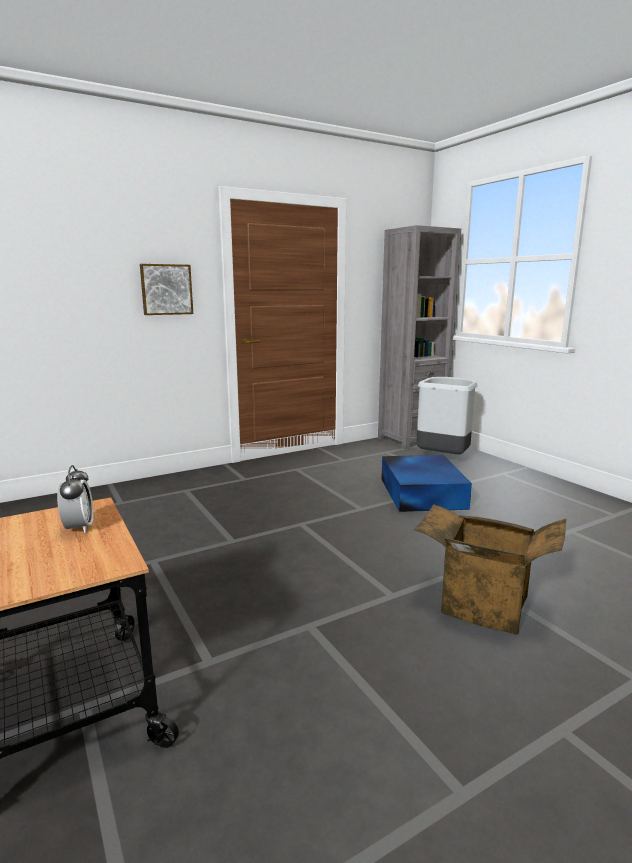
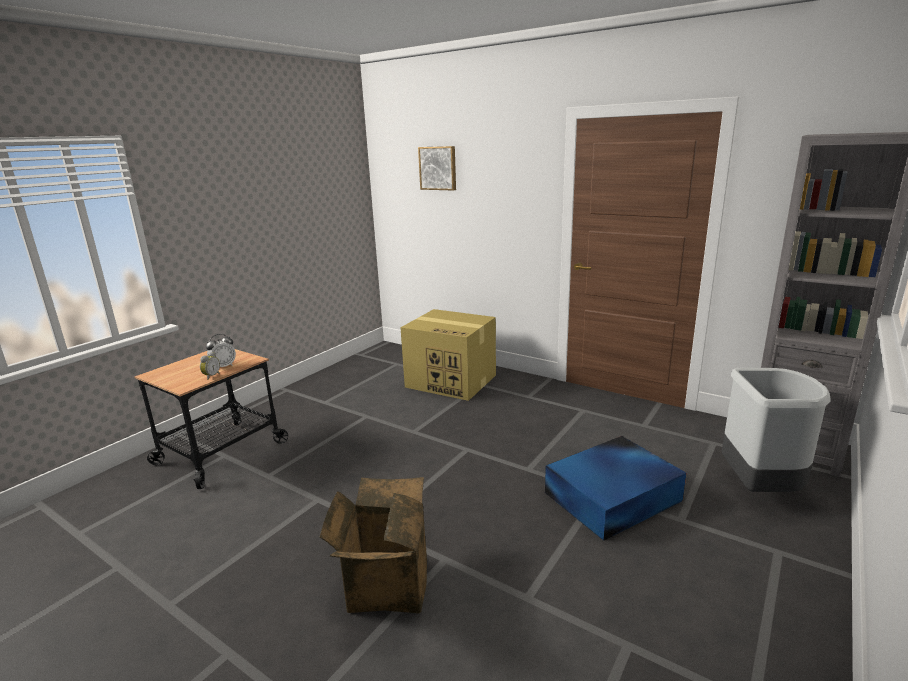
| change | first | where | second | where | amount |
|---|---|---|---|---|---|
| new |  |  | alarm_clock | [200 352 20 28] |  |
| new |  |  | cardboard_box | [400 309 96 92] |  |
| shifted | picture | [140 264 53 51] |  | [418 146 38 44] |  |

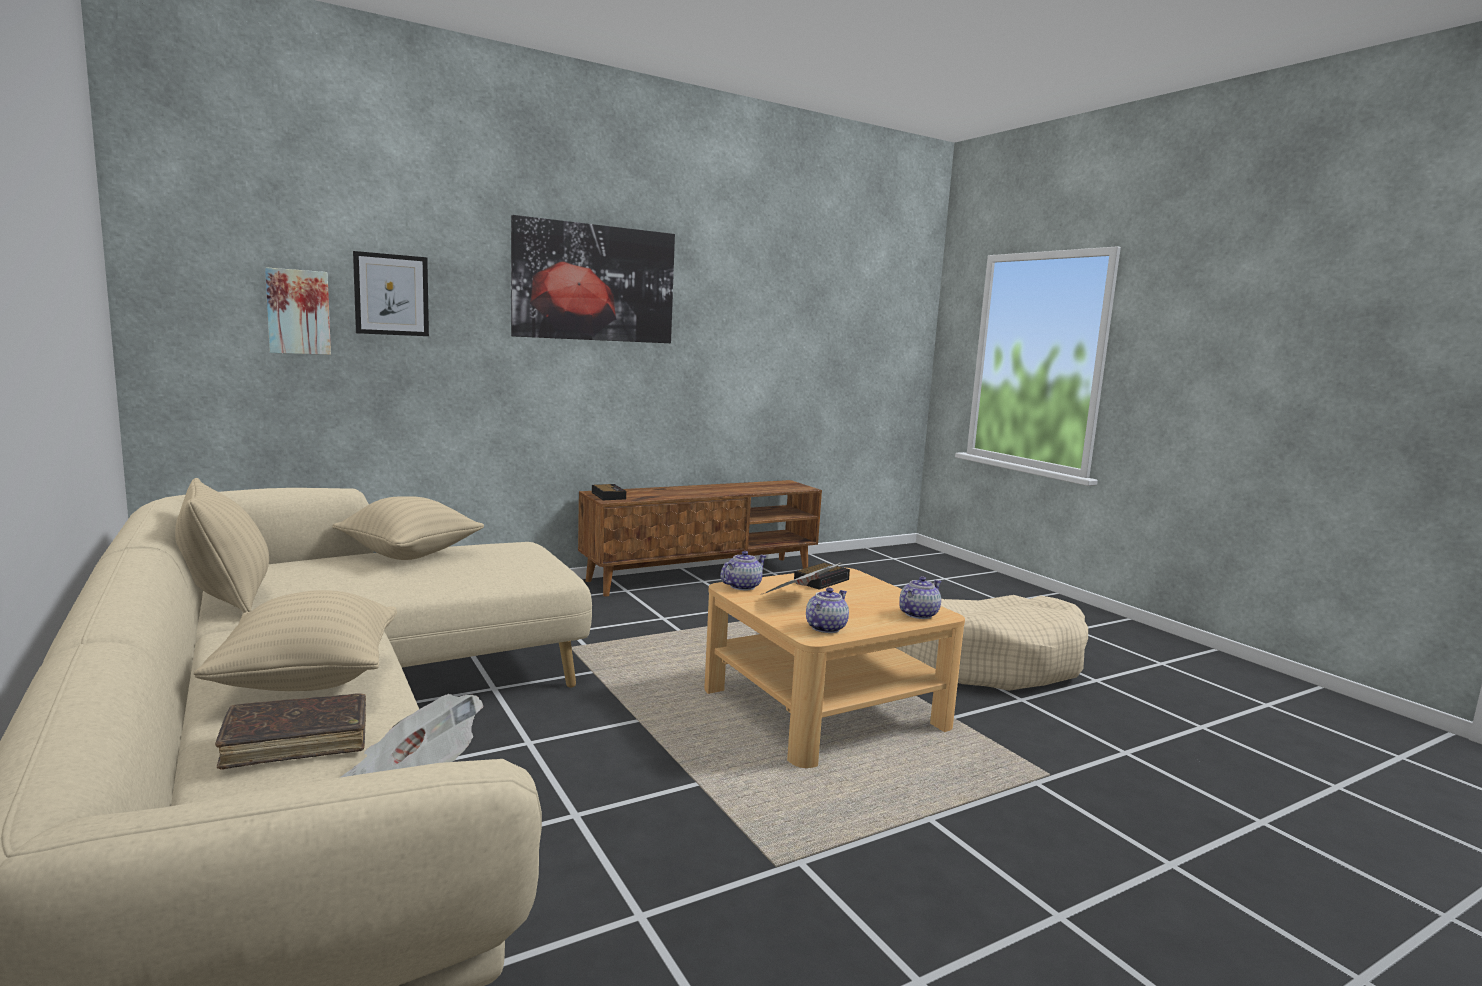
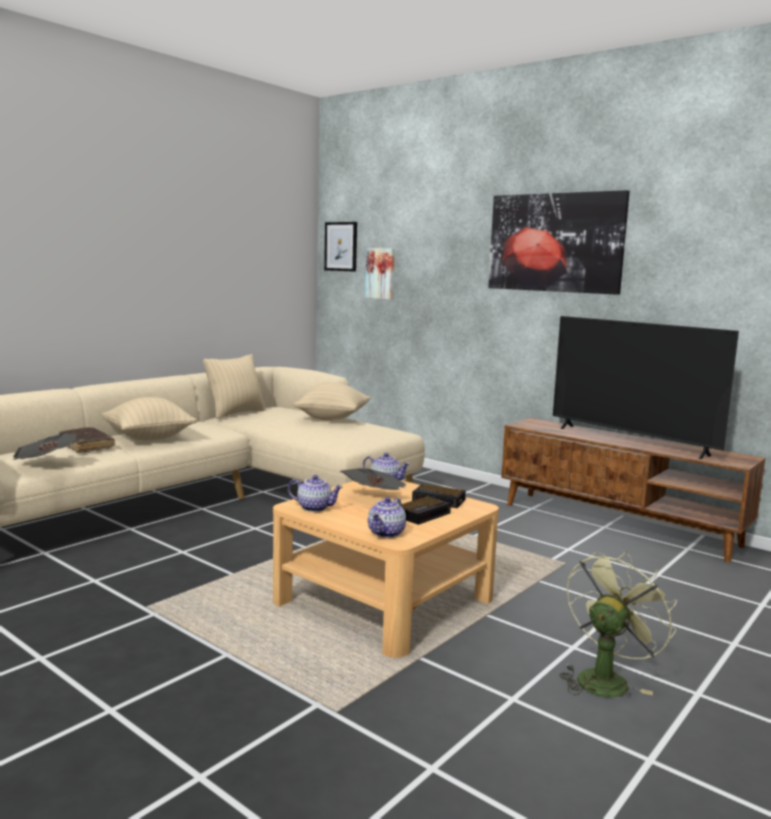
| change | first | where | second | where | amount |
|---|---|---|---|---|---|
| new |  |  | television | [553 316 186 143] |  |
| shifted | picture | [353 251 76 85] |  | [324 222 33 50] |  |
| shifted | alarm_clock | [592 484 34 16] |  | [402 496 49 29] |  |
| swapped | beige_dog_bed | [897 595 191 96] | green_fan | [559 551 118 147] |  |
| rotated | teapot | [899 576 42 43] |  | [368 497 38 41] | 90 degrees clockwise |

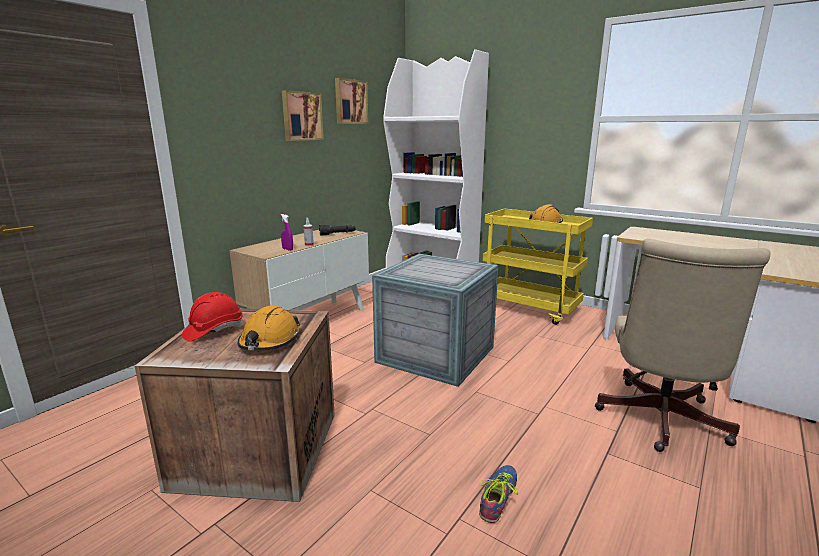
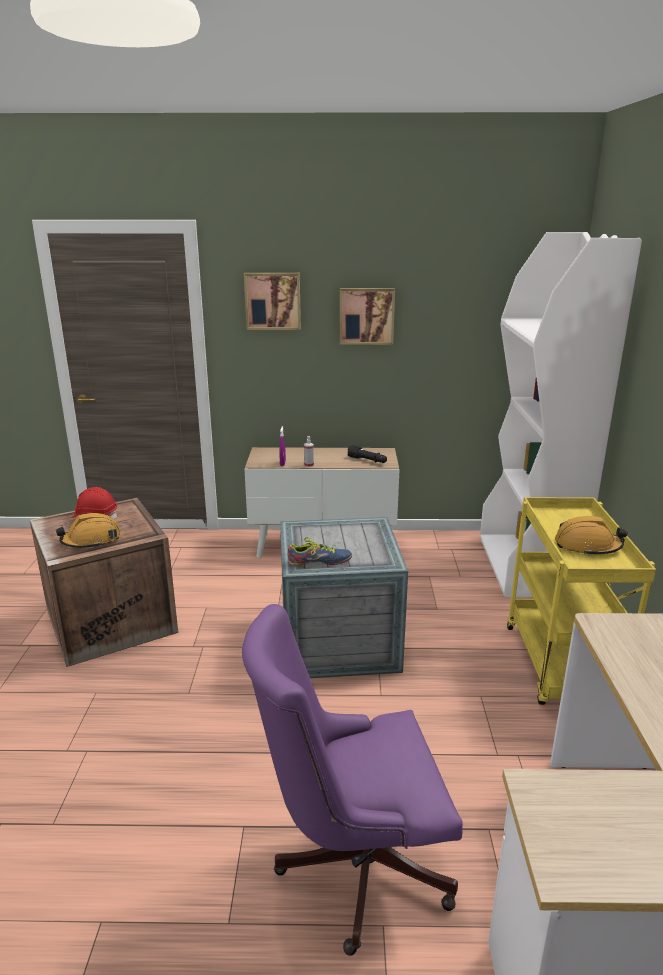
| change | first | where | second | where | amount |
|---|---|---|---|---|---|
| shifted | picture | [335 78 33 46] |  | [244 273 57 57] |  |
| shifted | shoe | [479 465 39 58] |  | [288 537 64 29] |  |
| repainted | beige_office_chair | [595 239 175 213] | purple_office_chair | [242 604 221 352] |  |

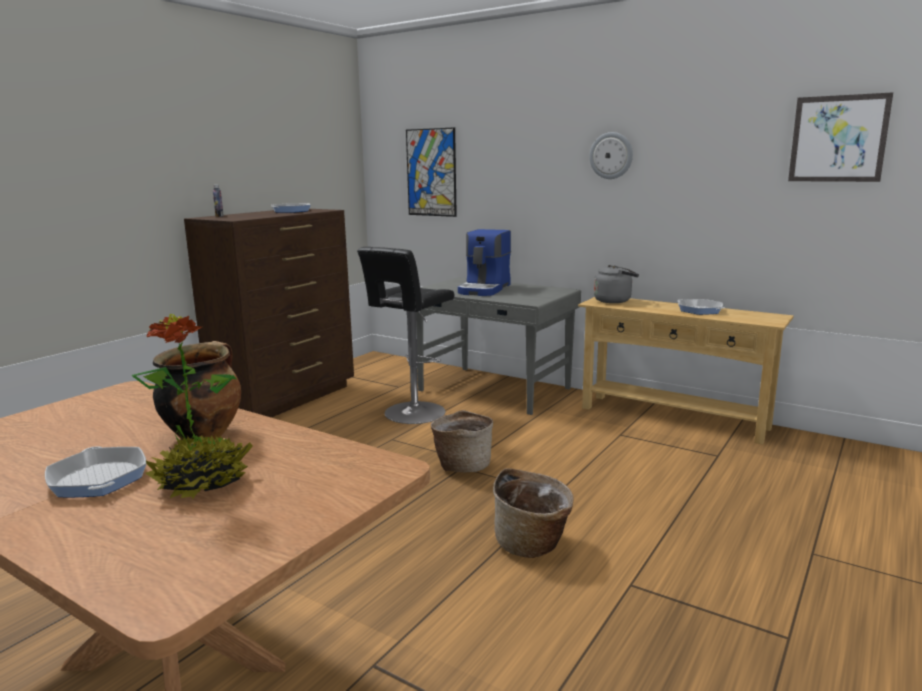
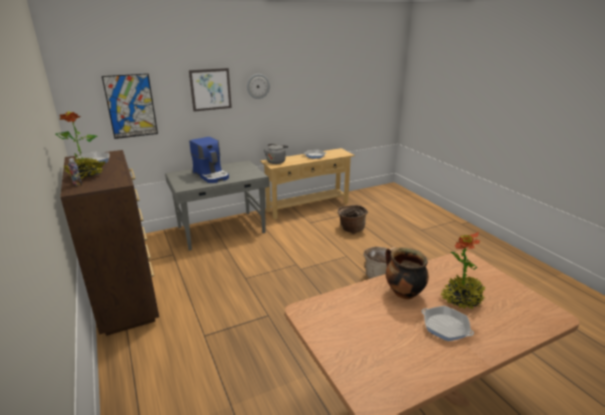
| change | first | where | second | where | amount |
|---|---|---|---|---|---|
| gone | black_stool | [357 247 98 177] |  |  |  |
| new |  |  | potted_plant | [56 111 50 69] |  |
| shifted | basket | [430 410 63 62] |  | [338 205 30 29] |  |
| shifted | picture | [788 92 105 90] |  | [189 68 43 44] |  |
| rotated | frying_pan | [45 446 101 52] |  | [422 306 52 35] | 135 degrees counterclockwise |

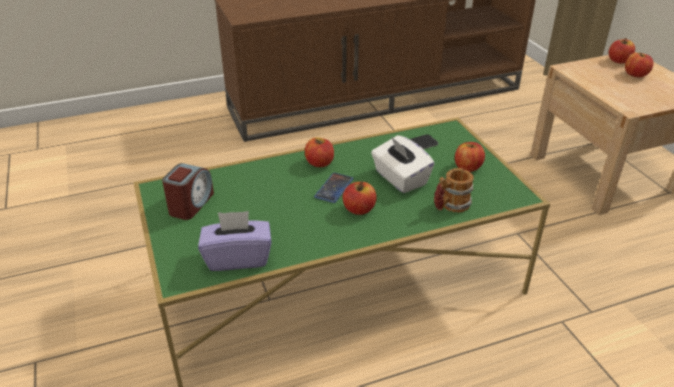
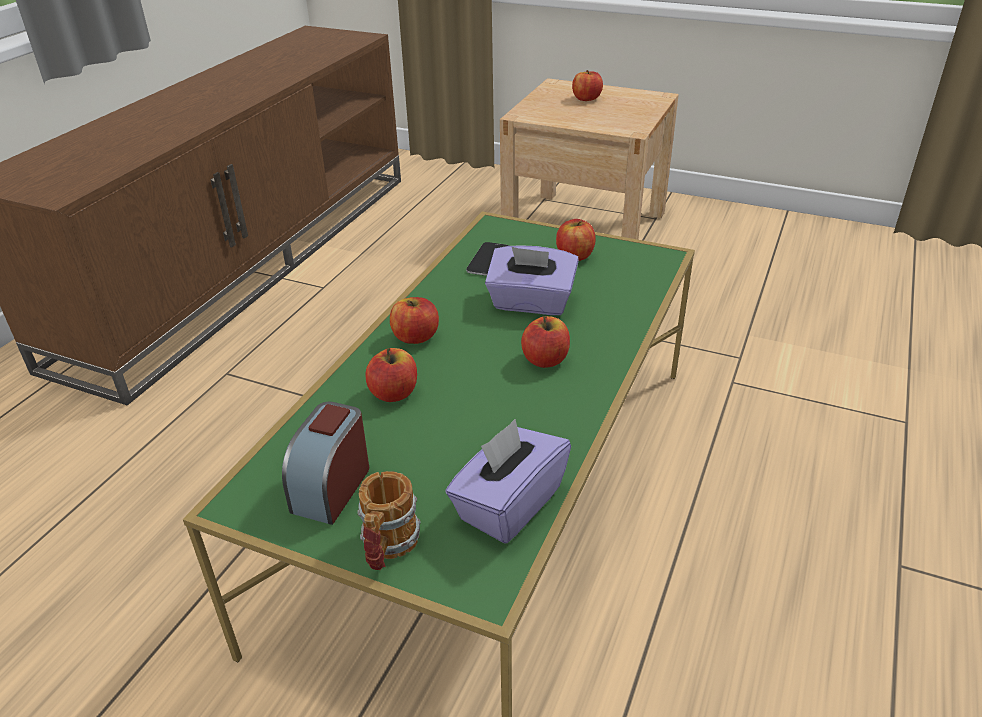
| change | first | where | second | where | amount |
|---|---|---|---|---|---|
| gone | phone | [314 172 40 31] |  |  |  |
| shifted | mug | [434 168 40 45] |  | [357 471 64 99] |  |
| shifted | apple | [609 38 26 25] |  | [365 348 52 54] |  |
| repainted | white_tissue_box | [371 135 64 58] | purple_tissue_box | [485 245 94 70] |  |
| rotated | alarm_clock | [162 163 52 57] |  | [282 402 87 123] | 135 degrees counterclockwise |

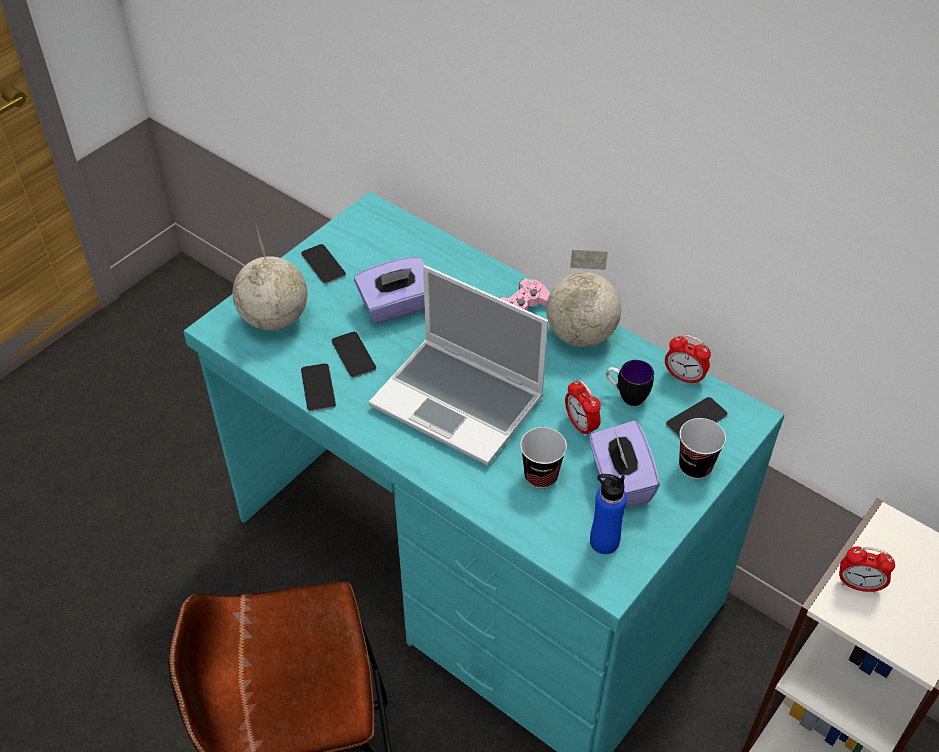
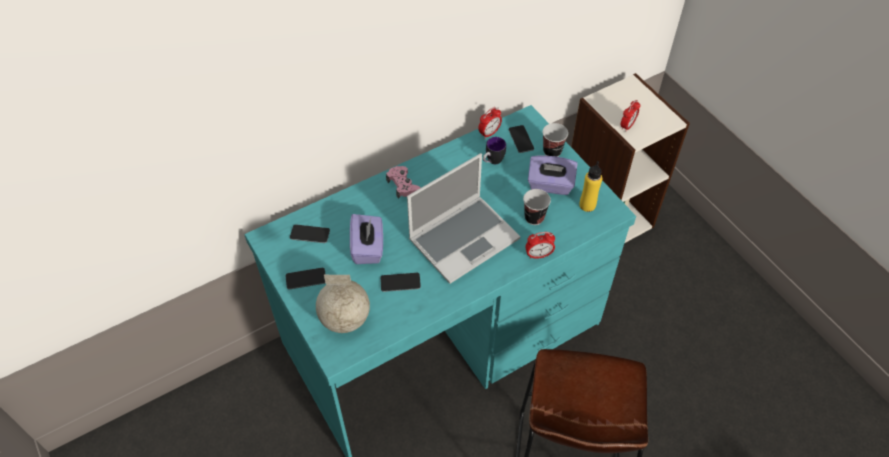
| change | first | where | second | where | amount |
|---|---|---|---|---|---|
| gone | globe | [546 250 75 97] |  |  |  |
| shifted | phone | [301 363 35 49] |  | [290 225 40 18] |  |
| shifted | alarm_clock | [565 379 36 58] |  | [525 232 30 27] |  |
| repainted | blue_bottle | [590 474 37 80] | yellow_bottle | [579 161 23 51] |  |

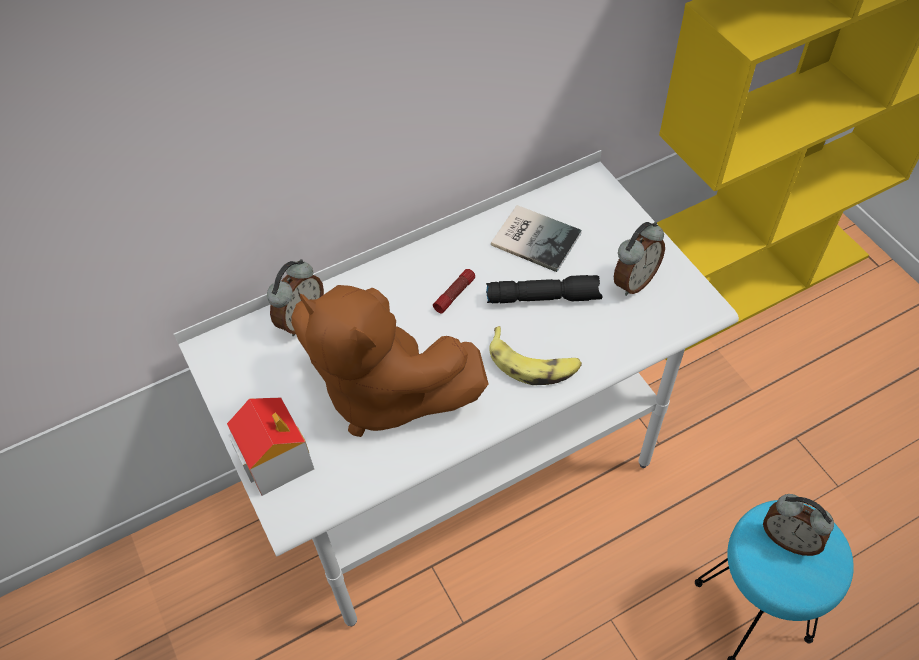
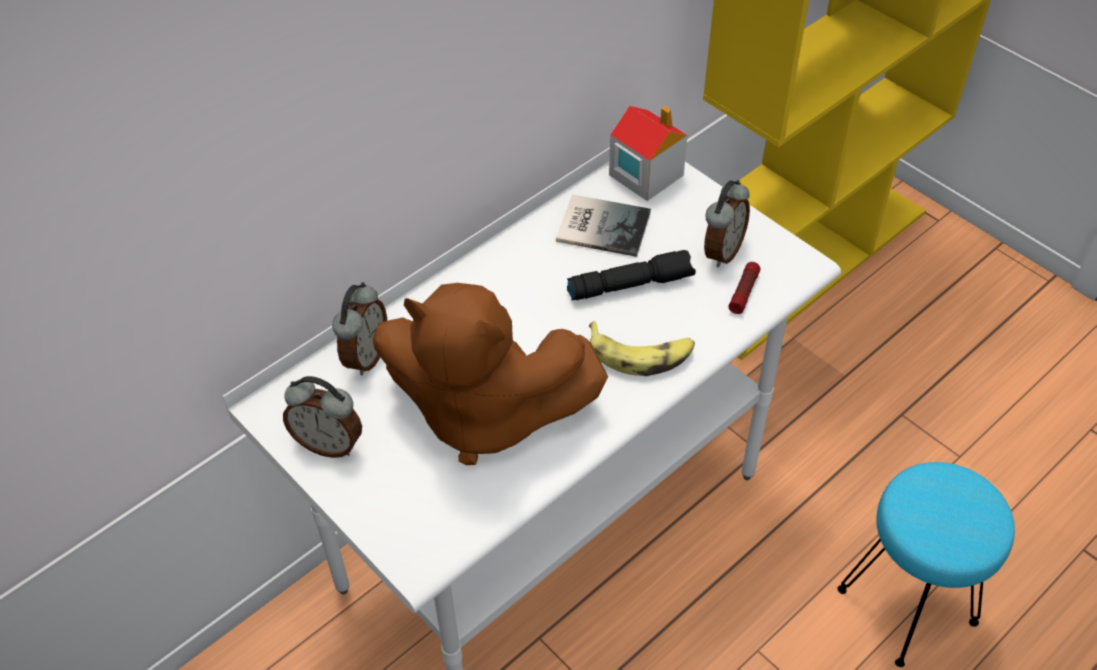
| change | first | where | second | where | amount |
|---|---|---|---|---|---|
| shifted | toy_house | [227 398 87 98] |  | [609 106 79 95] |  |
| shifted | flashlight | [433 269 42 45] |  | [729 262 32 52] |  |
| shifted | alarm_clock | [763 494 71 62] |  | [283 376 79 82] |  |

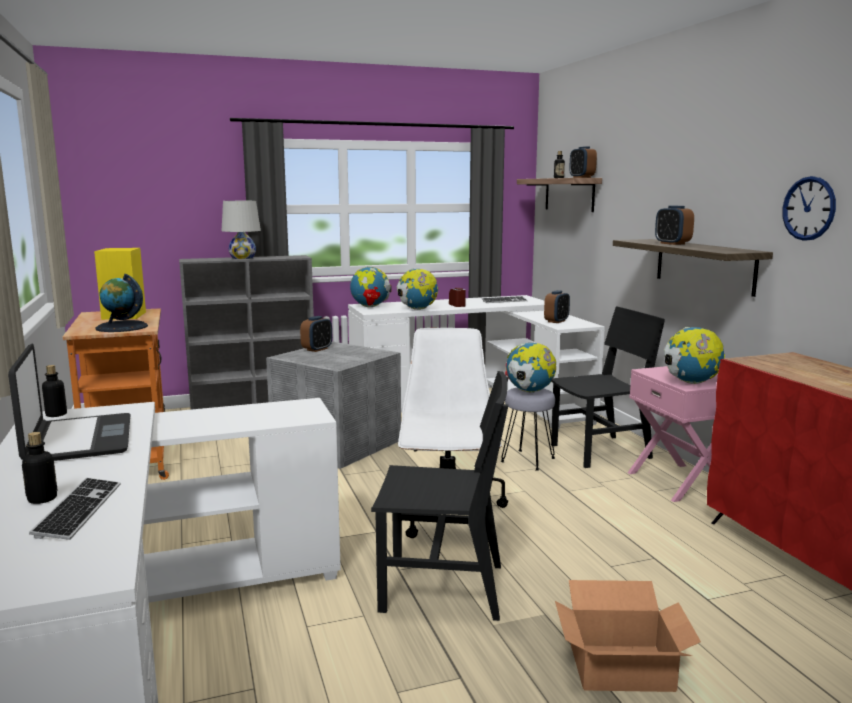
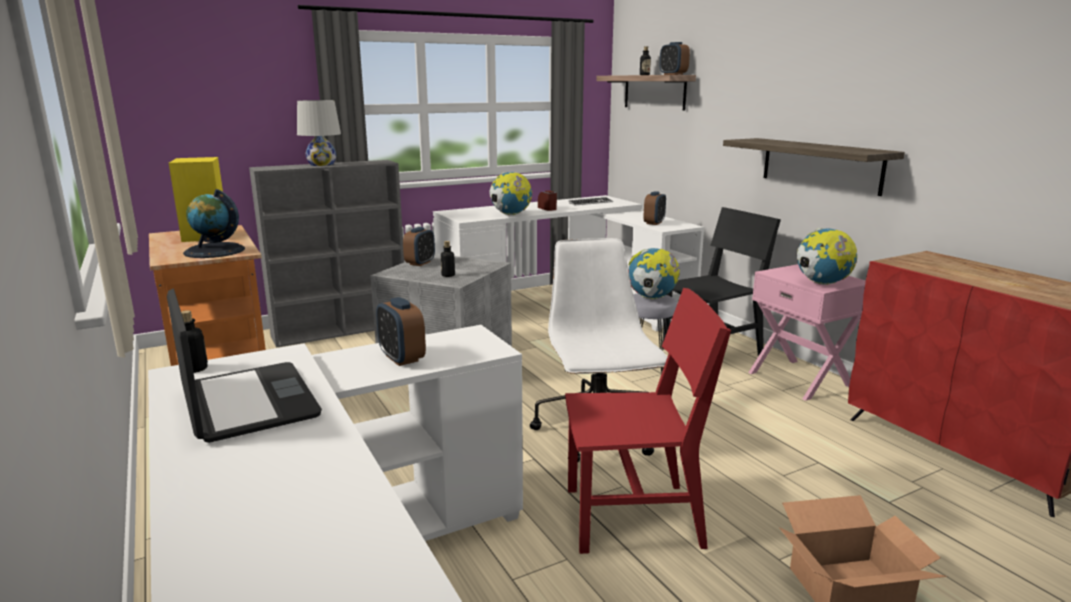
| change | first | where | second | where | amount |
|---|---|---|---|---|---|
| gone | keyboard | [29 478 91 62] |  |  |  |
| gone | globe | [350 267 41 40] |  |  |  |
| gone | wall_clock | [782 176 54 65] |  |  |  |
| shifted | bottle | [22 432 36 72] |  | [441 241 14 36] |  |
| shifted | alarm_clock | [655 206 39 39] |  | [376 297 50 69] |  |
| repainted | black_chair | [371 371 138 250] | red_chair | [565 288 166 266] |  |

